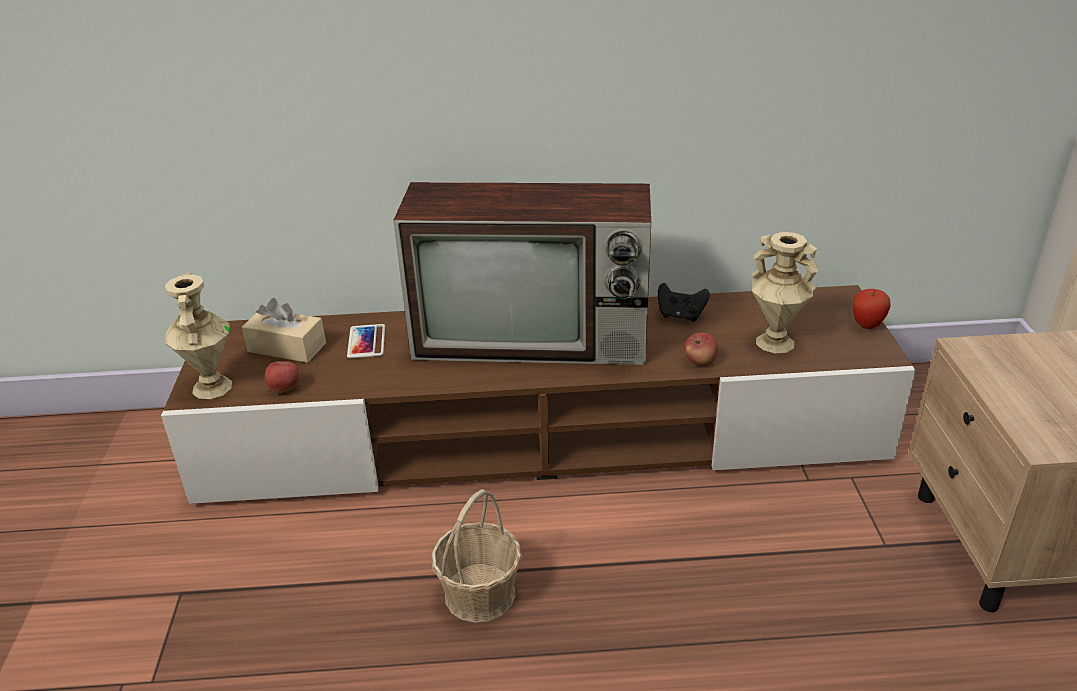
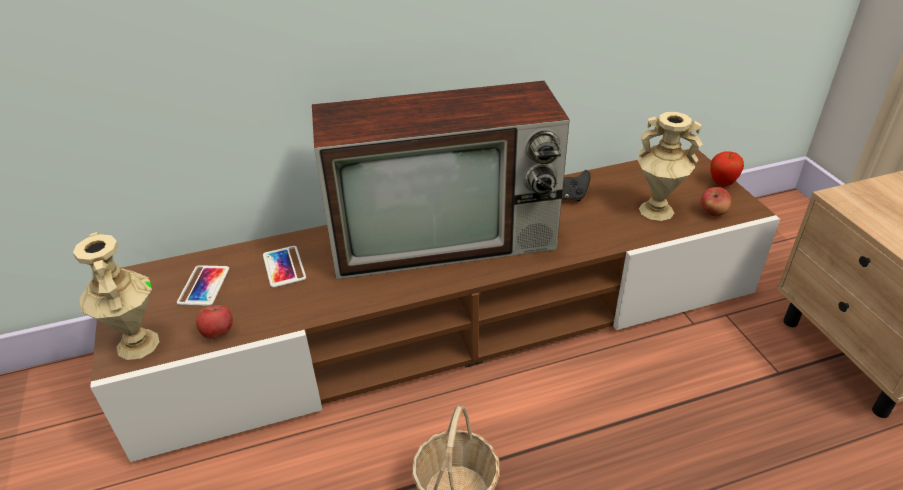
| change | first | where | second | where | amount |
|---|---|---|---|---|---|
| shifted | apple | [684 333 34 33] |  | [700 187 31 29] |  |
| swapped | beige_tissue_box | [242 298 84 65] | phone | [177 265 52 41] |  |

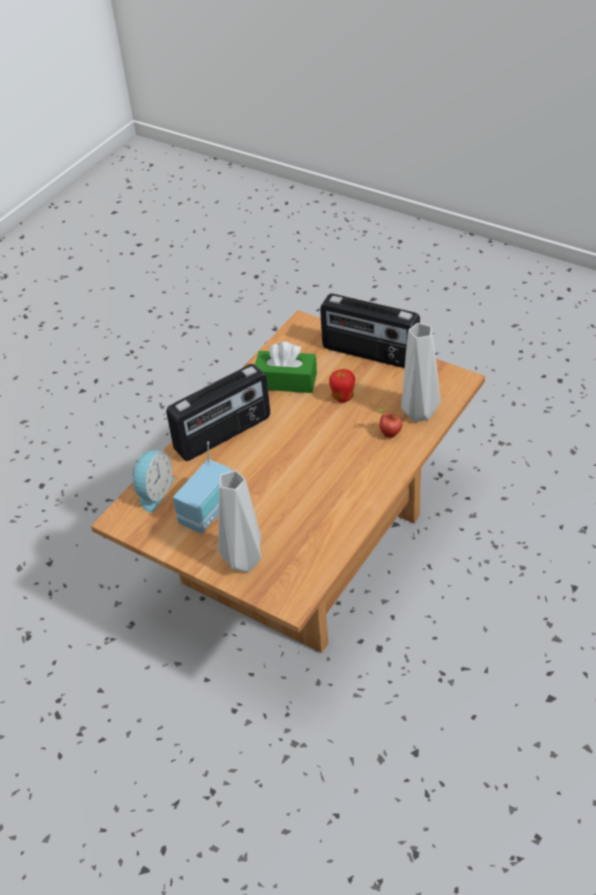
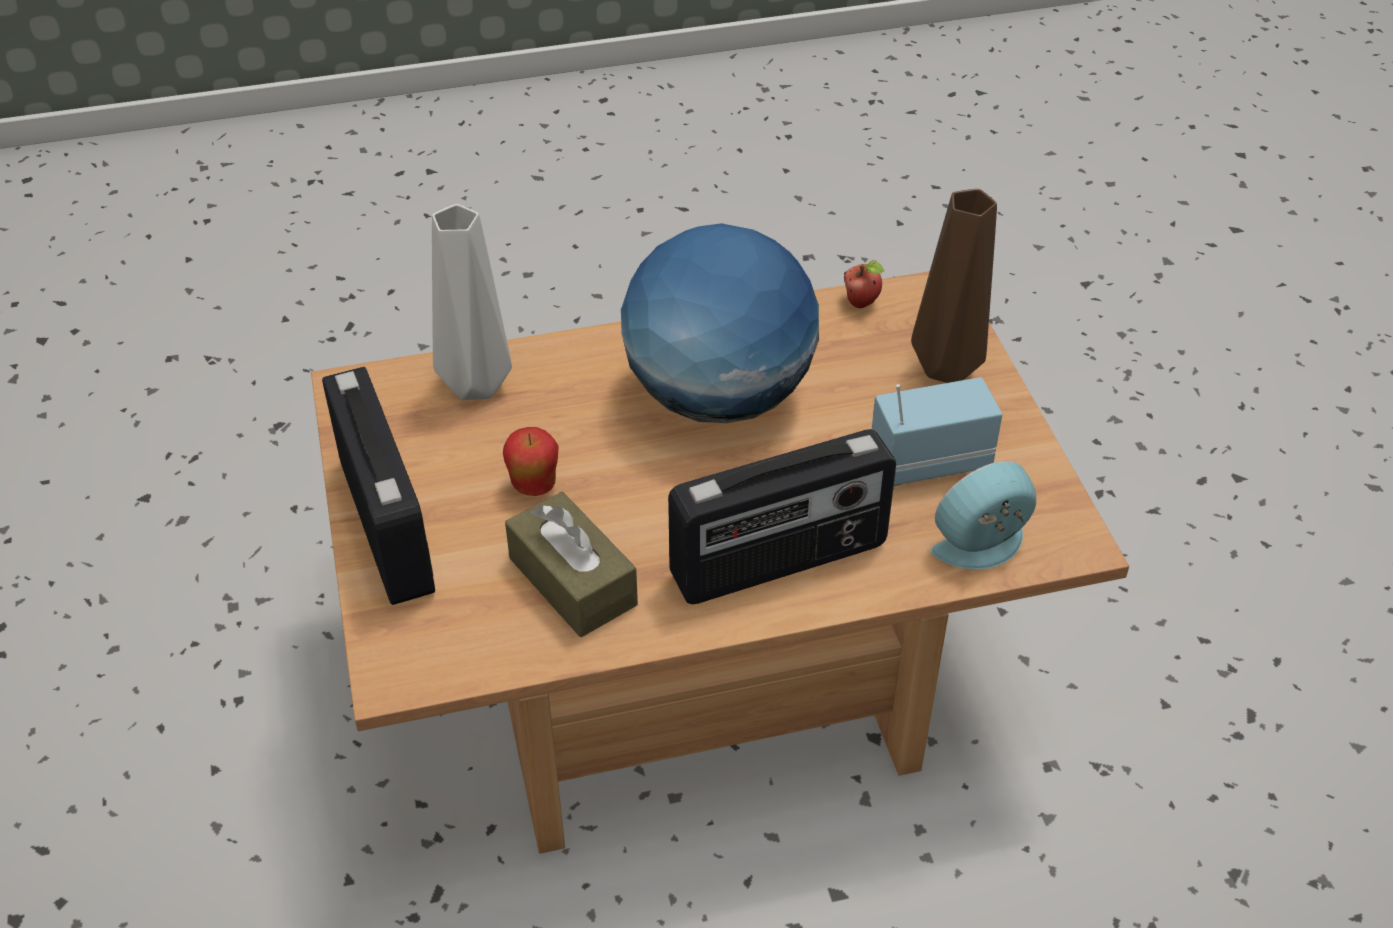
| change | first | where | second | where | amount |
|---|---|---|---|---|---|
| new |  |  | globe | [621 223 198 200] |  |
| shifted | apple | [376 409 26 29] |  | [844 260 40 48] |  |
| repainted | grey_vase | [218 470 44 102] | brown_vase | [911 189 86 194] |  |
| repainted | green_tissue_box | [255 342 62 51] | brown_tissue_box | [505 492 133 145] |  |
| rotated | radio | [166 364 104 97] |  | [668 429 228 175] | 150 degrees clockwise |

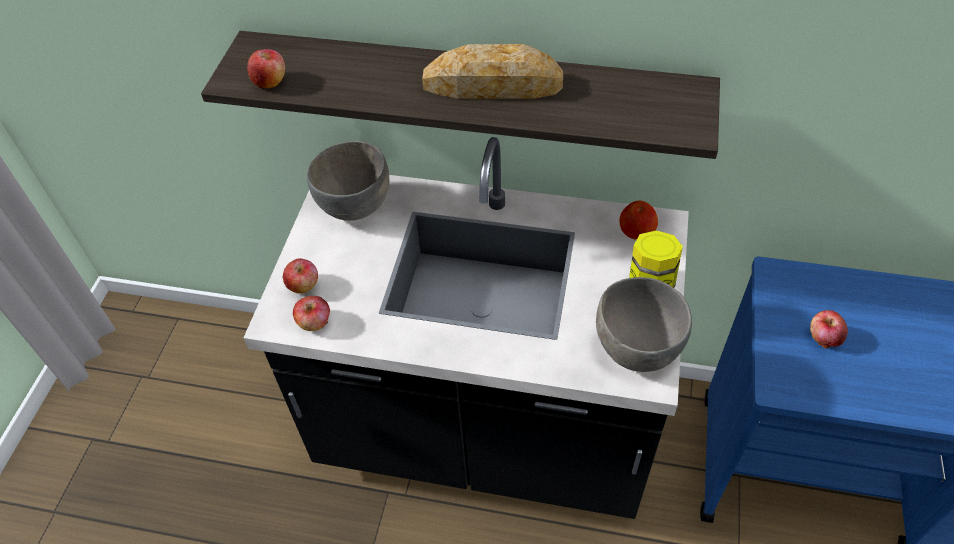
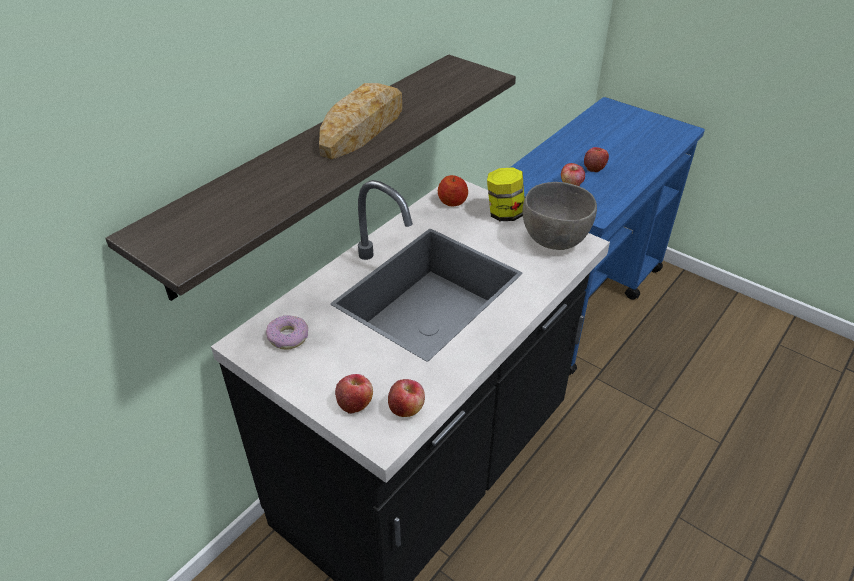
| change | first | where | second | where | amount |
|---|---|---|---|---|---|
| shifted | apple | [247 49 38 40] |  | [584 147 25 25] |  |
| swapped | grey_bowl | [307 141 82 80] | donut | [266 315 42 35] |  |

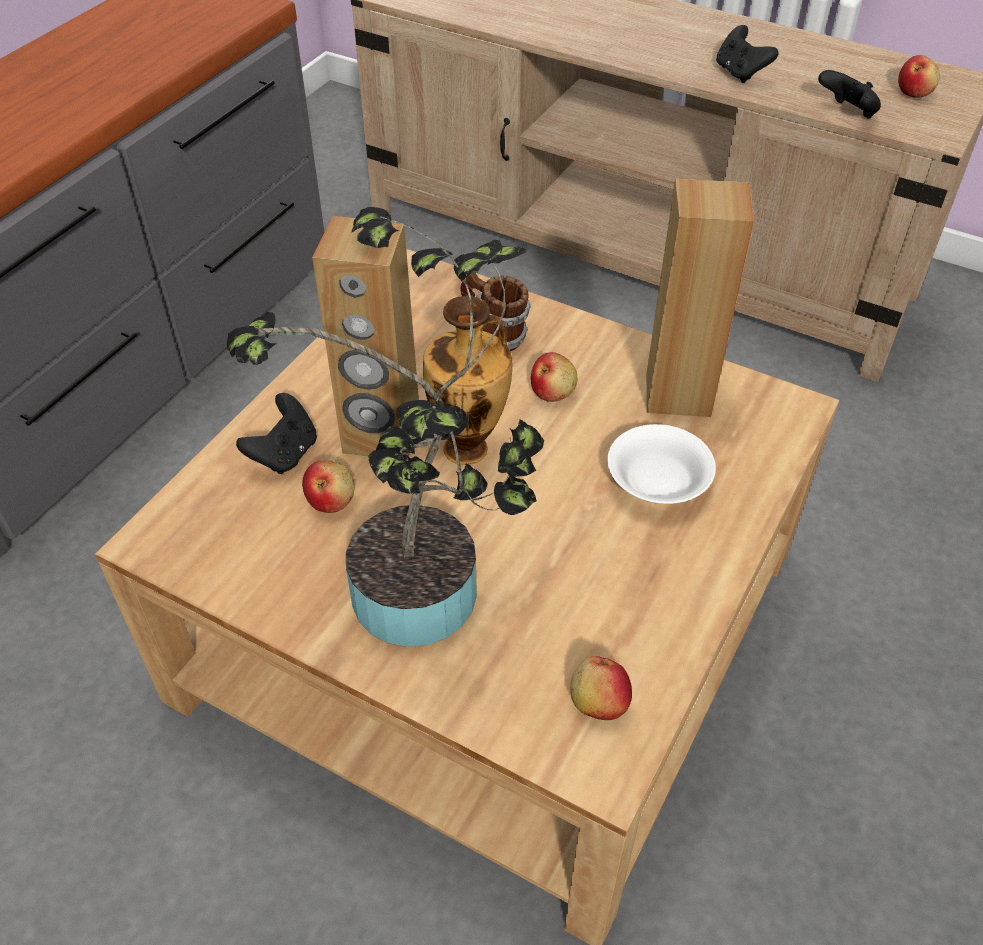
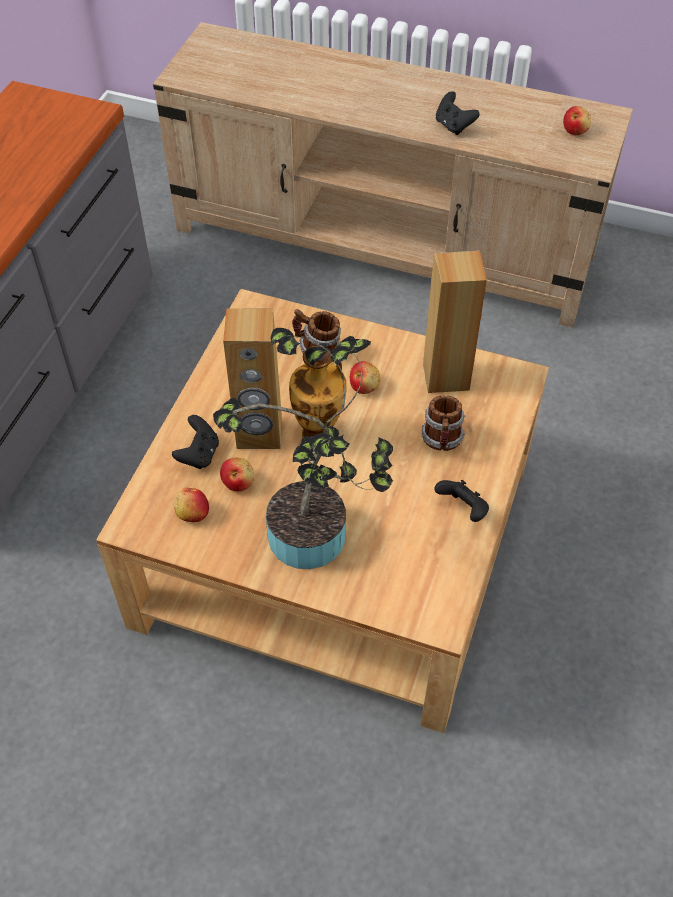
| change | first | where | second | where | amount |
|---|---|---|---|---|---|
| shifted | apple | [570 656 62 64] |  | [174 488 35 34] |  |
| shifted | black_game_controller | [818 70 63 49] |  | [434 480 55 42] |  |
| swapped | white_bowl | [607 424 109 80] | mug | [422 395 43 56] |  |

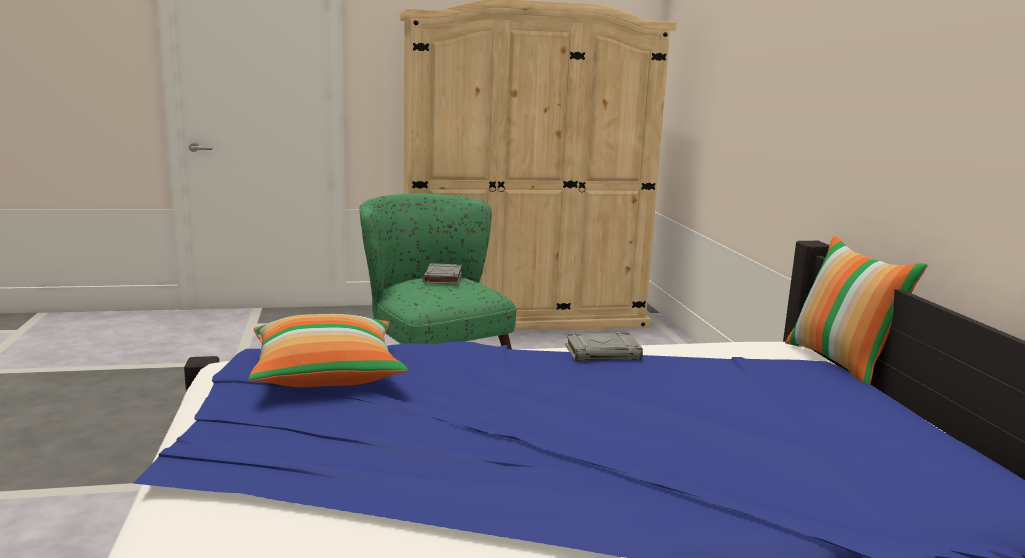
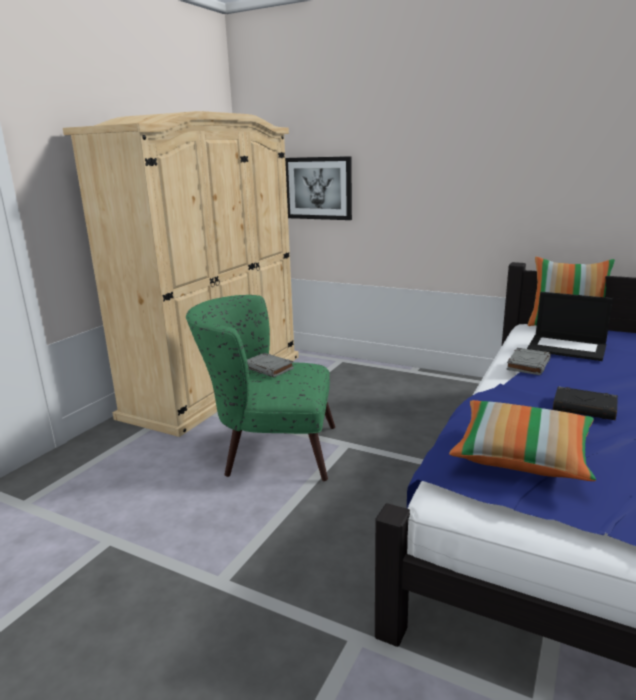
| change | first | where | second | where | amount |
|---|---|---|---|---|---|
| new |  |  | picture | [285 156 67 64] |  |
| new |  |  | laptop | [527 292 86 69] |  |
| new |  |  | black_book | [553 386 65 34] |  |

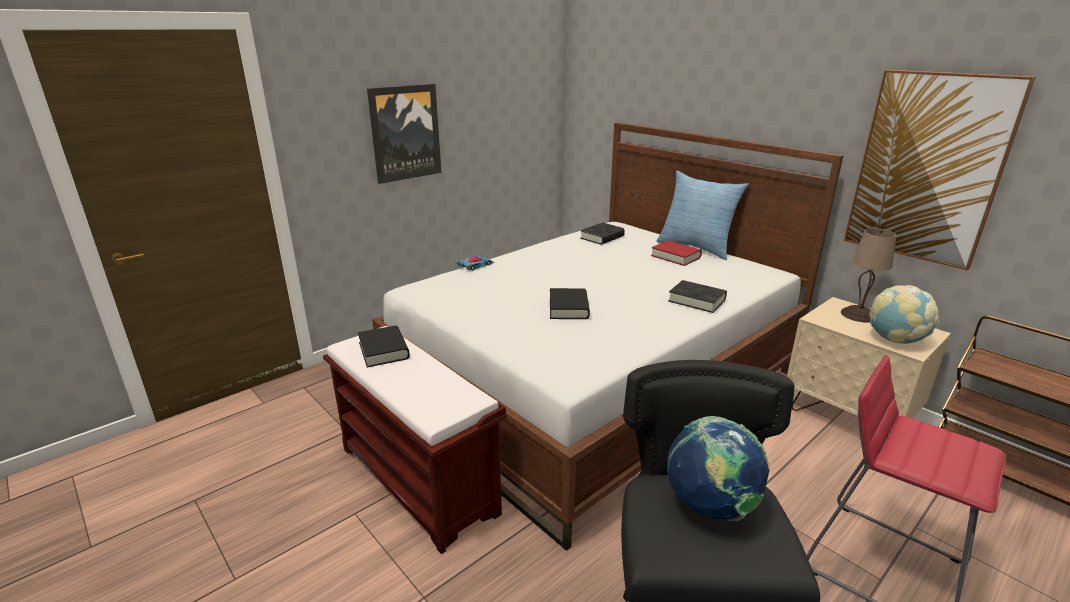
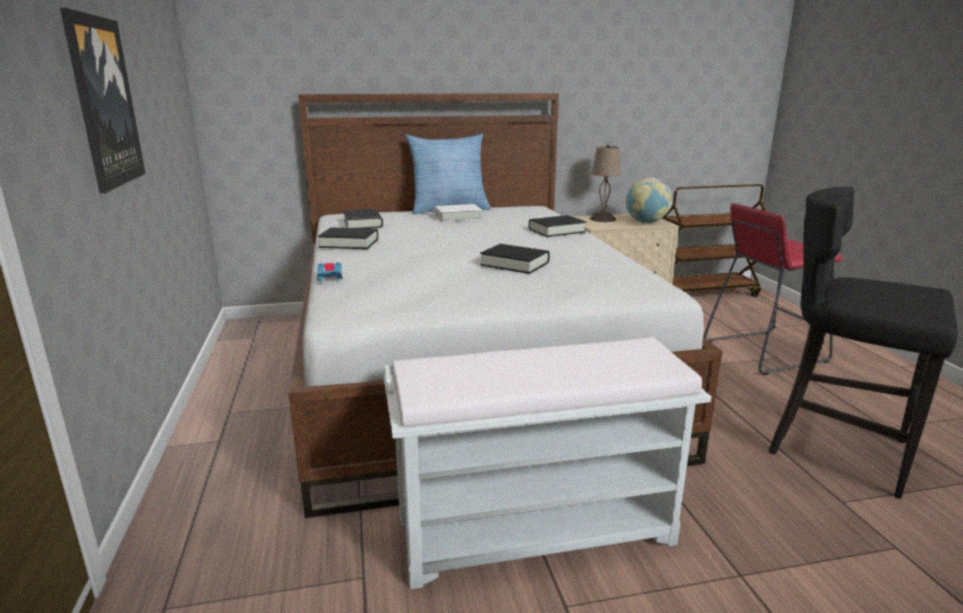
| change | first | where | second | where | amount |
|---|---|---|---|---|---|
| gone | globe | [667 416 103 105] |  |  |  |
| gone | picture | [844 70 191 200] |  |  |  |
| shifted | black_book | [358 326 52 41] |  | [318 227 60 22] |  |
| repainted | brown_bench | [323 326 184 228] | white_bench | [384 337 327 252] |  |
| repainted | red_book | [651 241 51 25] | white_book | [435 204 47 18] |  |

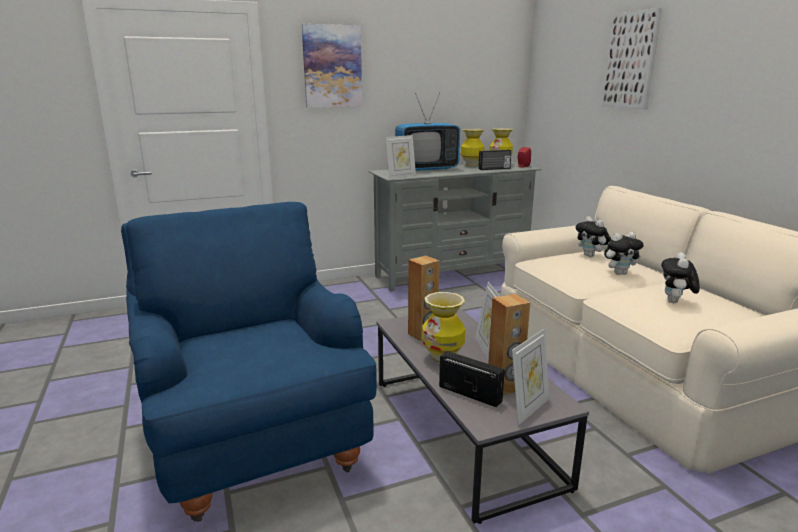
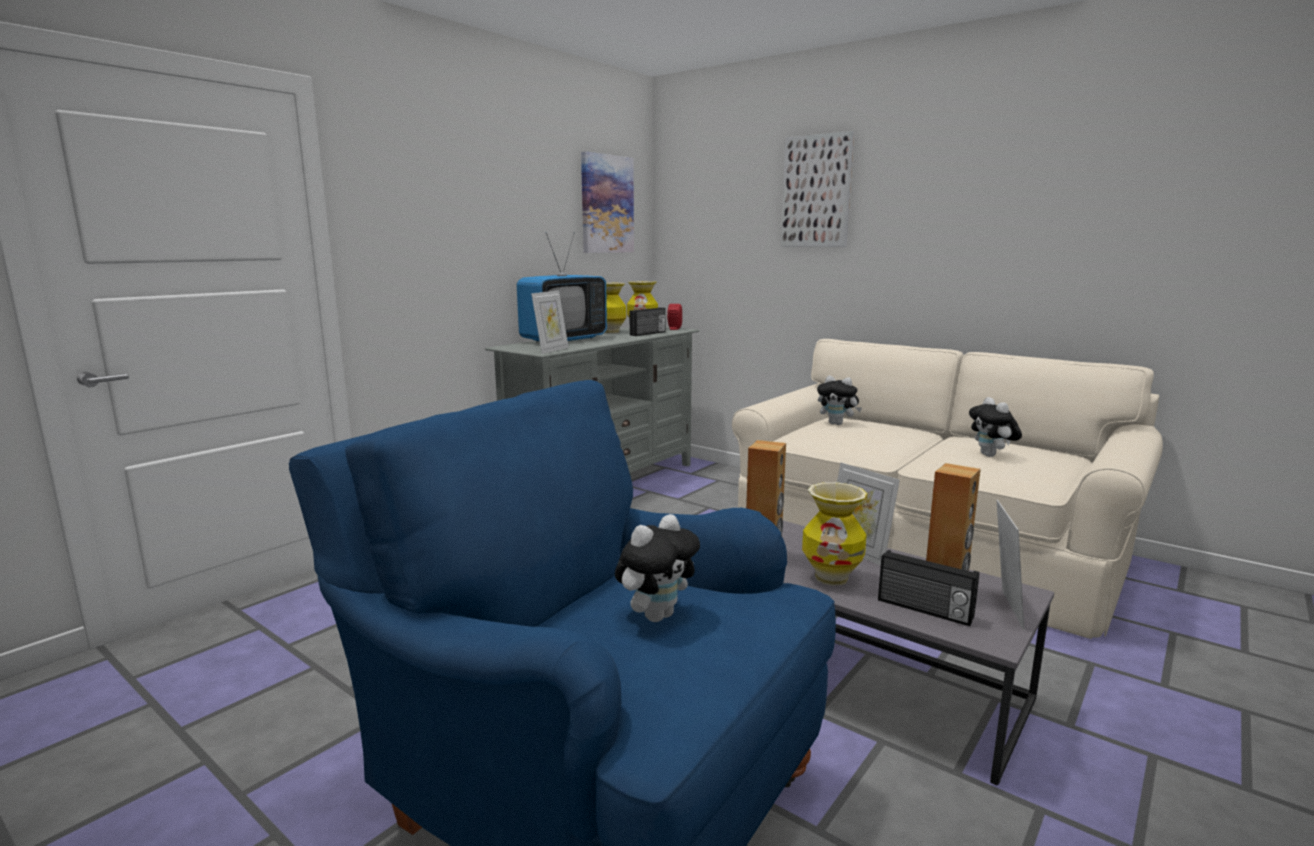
| change | first | where | second | where | amount |
|---|---|---|---|---|---|
| shifted | picture | [302 24 60 83] |  | [581 151 53 102] |  |
| shifted | plush_toy | [604 232 40 43] |  | [615 514 85 108] |  |
| rotated | radio | [439 351 66 56] |  | [878 550 101 76] | 150 degrees counterclockwise |

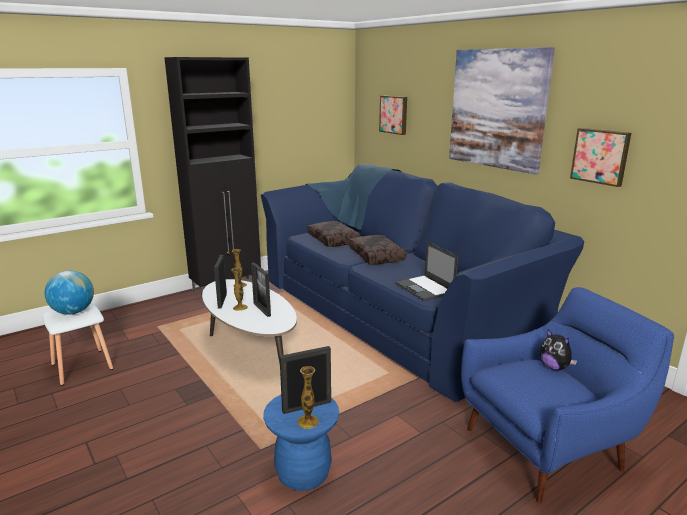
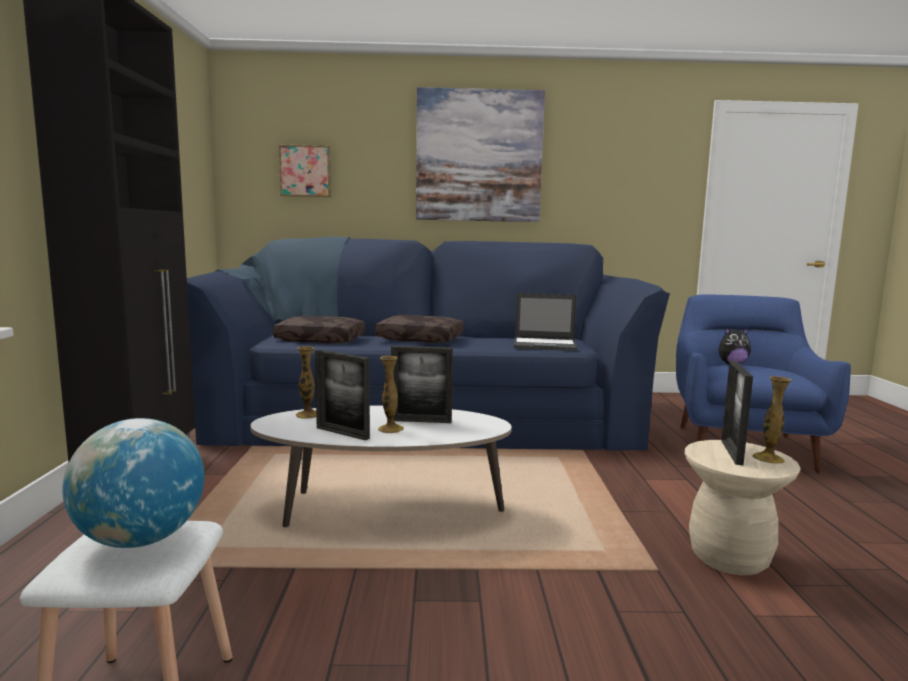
| change | first | where | second | where | amount |
|---|---|---|---|---|---|
| gone | picture | [570 128 61 59] |  |  |  |
| repainted | blue_stool | [263 395 76 96] | beige_stool | [685 440 116 135] |  |

